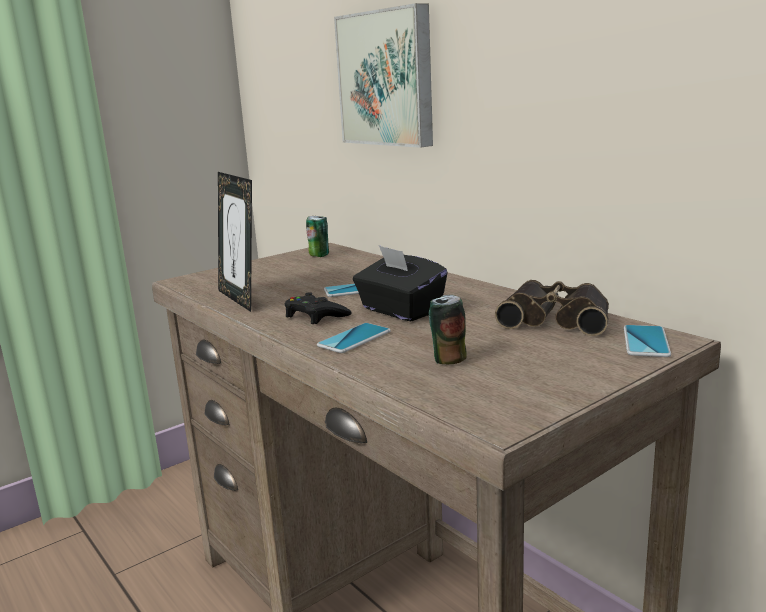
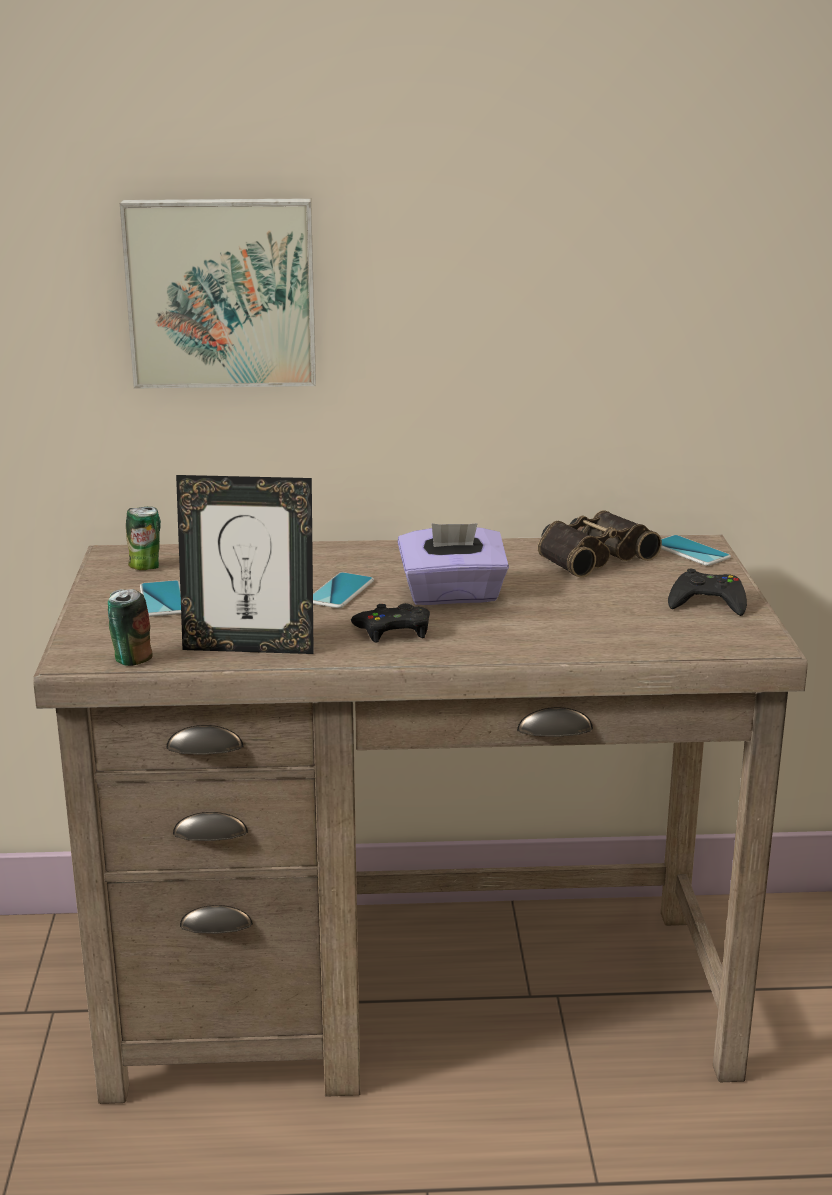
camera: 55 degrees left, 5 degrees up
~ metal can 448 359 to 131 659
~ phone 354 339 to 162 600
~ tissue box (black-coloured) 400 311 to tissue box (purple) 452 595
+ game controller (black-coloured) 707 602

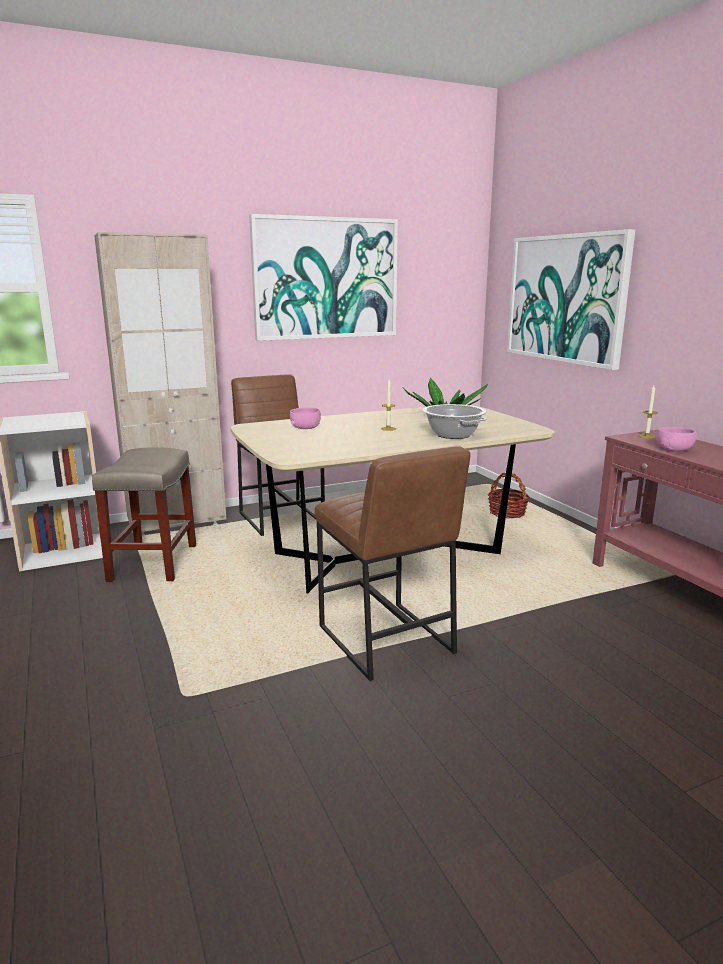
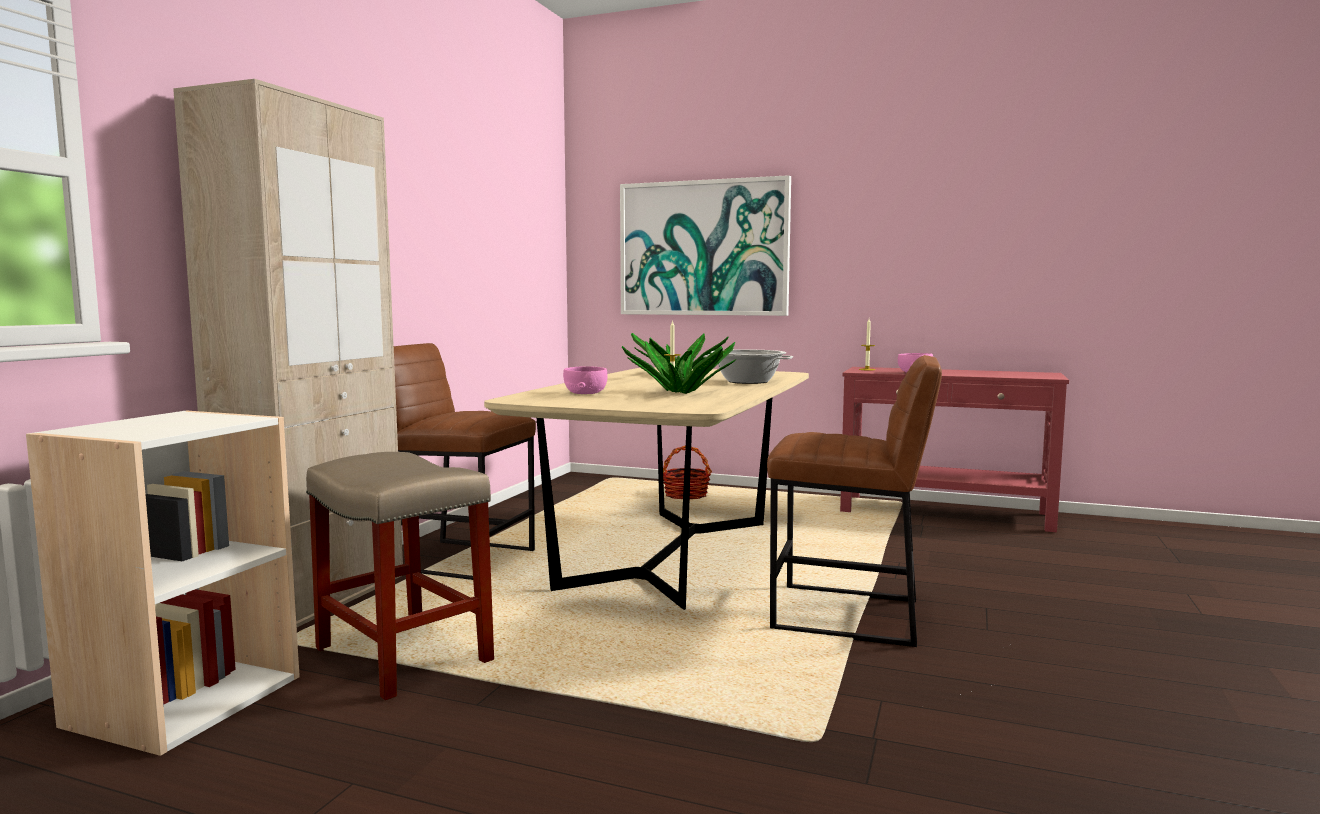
camera: 45 degrees left, 10 degrees down
+ plant in a pot 681 393
- wall picture 326 278

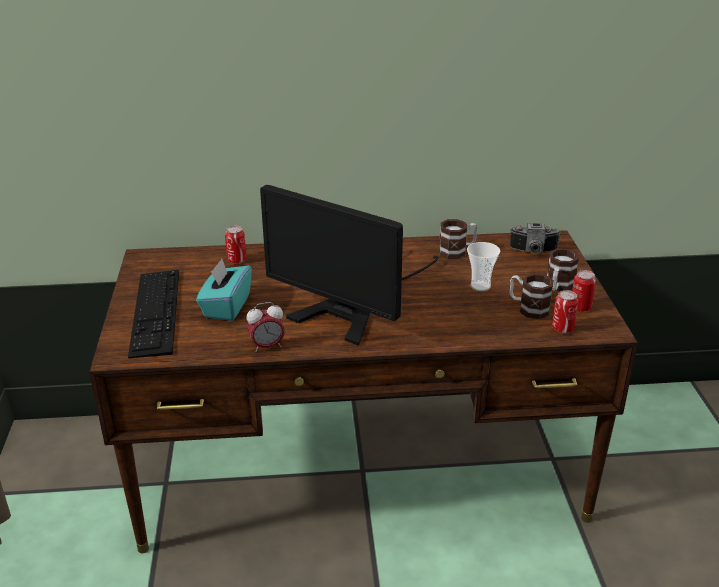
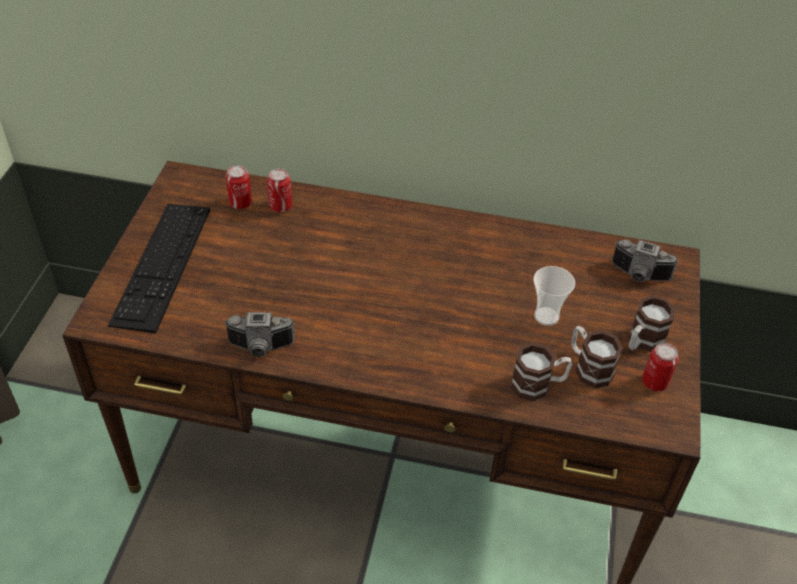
camera: 15 degrees right, 15 degrees up
~ alarm clock 267 346 to still camera 260 348
~ metal can 562 328 to 240 203
~ coffee mug 457 251 to 538 385
- tissue box (blue-green) 226 307
- computer display 352 307

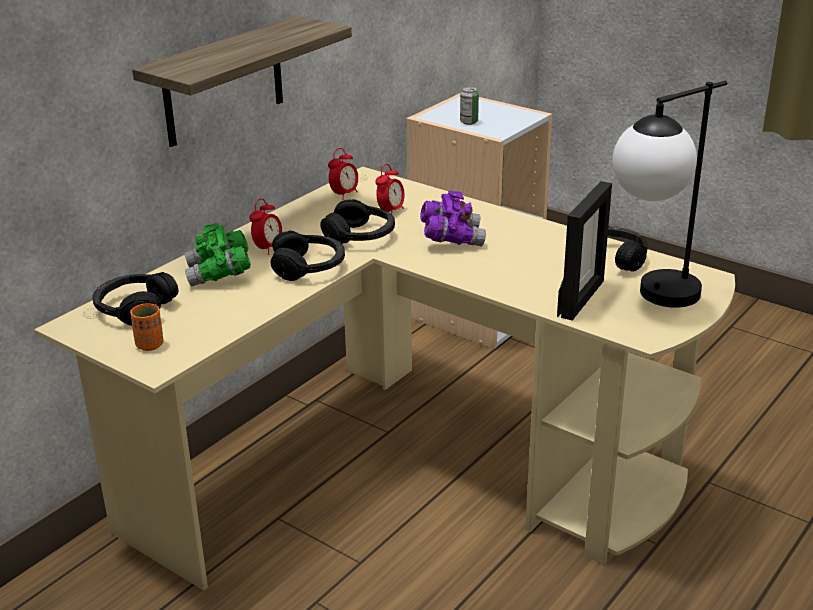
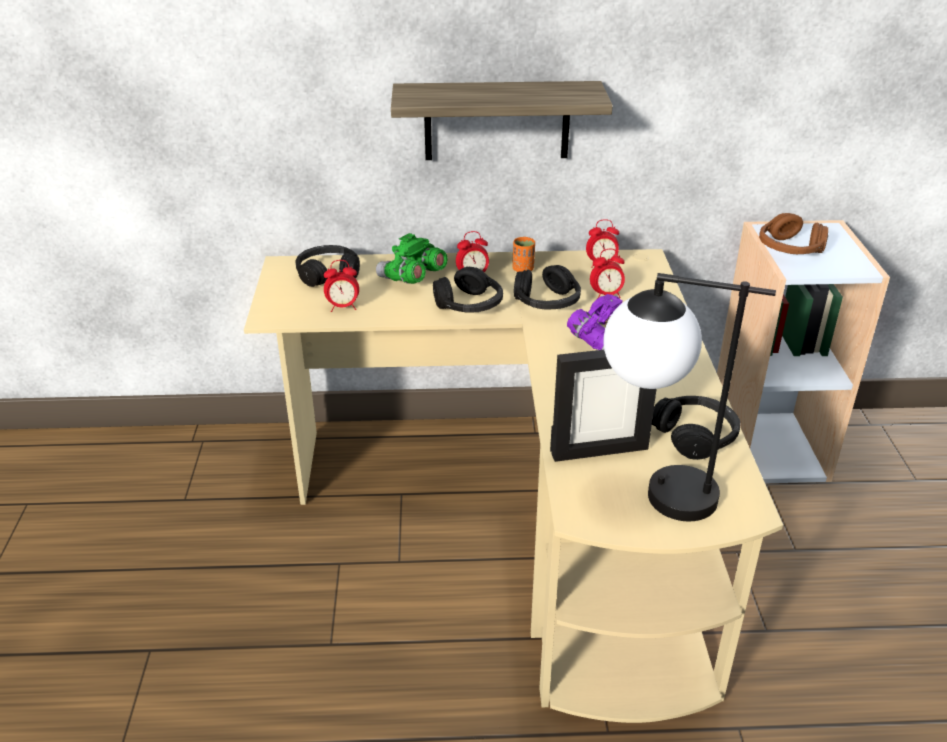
camera: 50 degrees right, 5 degrees up
+ alarm clock 343 307
~ small cup (orangey) 150 345 to 523 269
~ metal can 469 122 to headset (brownish) 789 249

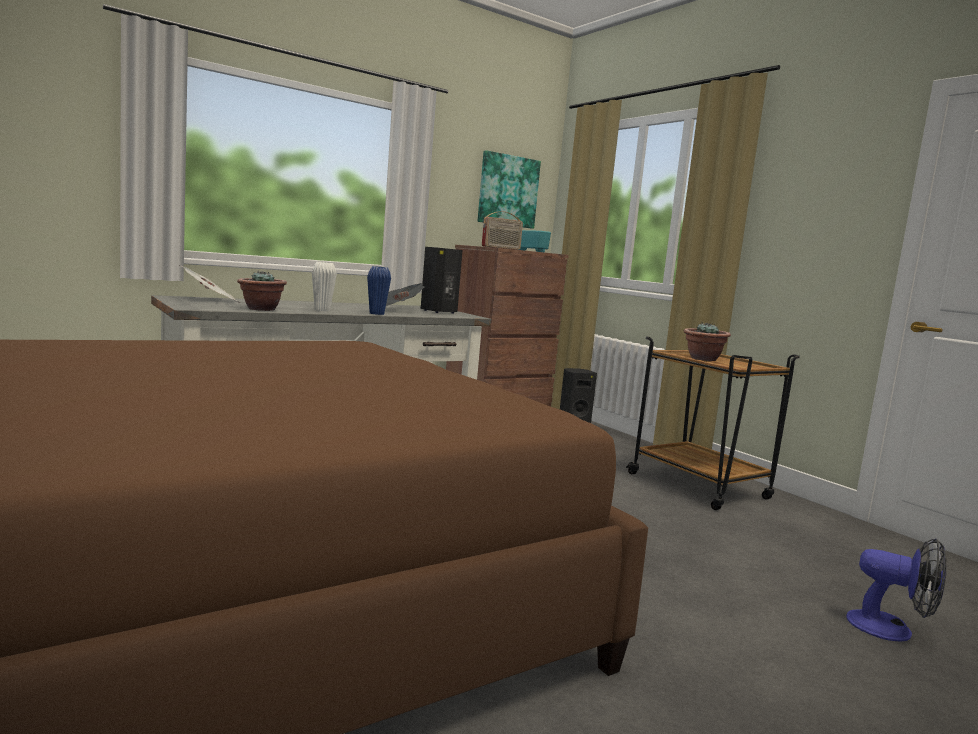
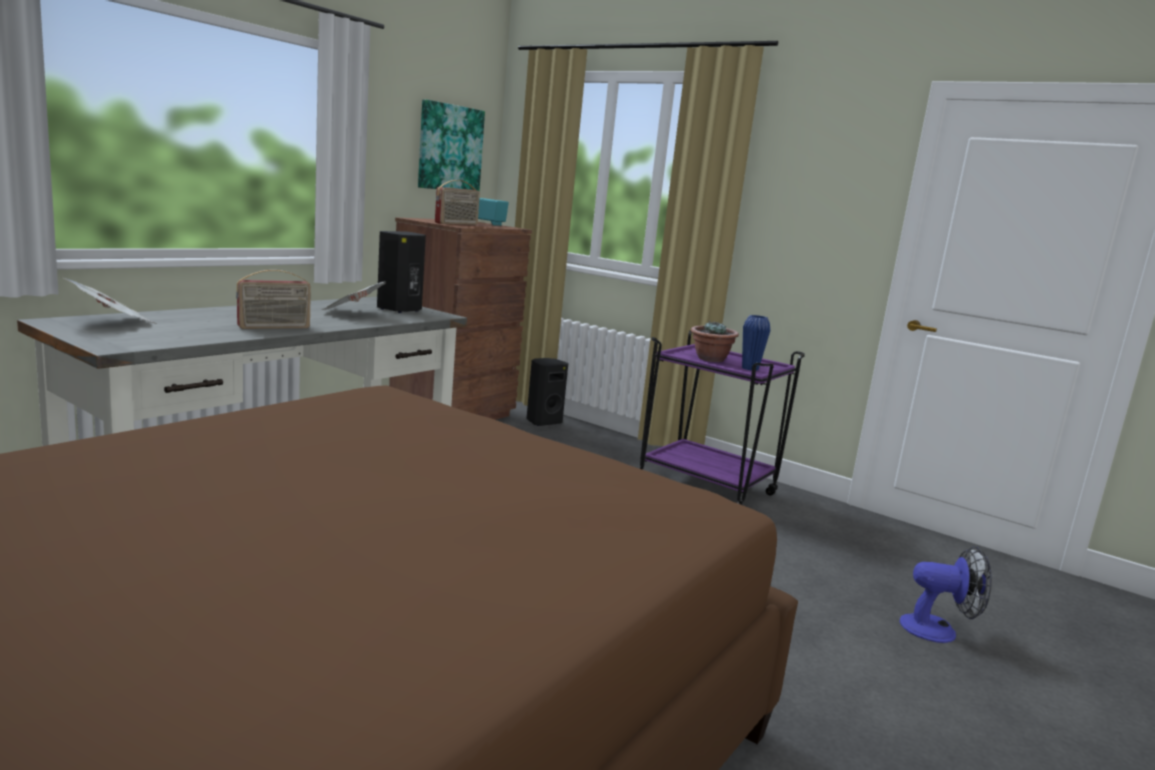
camera: 20 degrees left, 5 degrees up
~ decorative vase (white) 322 310 to radio 274 327
~ cart (brownish) 699 487 to cart (purple) 706 489
~ decorative vase (blue) 376 313 to 750 368
- plant in a pot 261 309

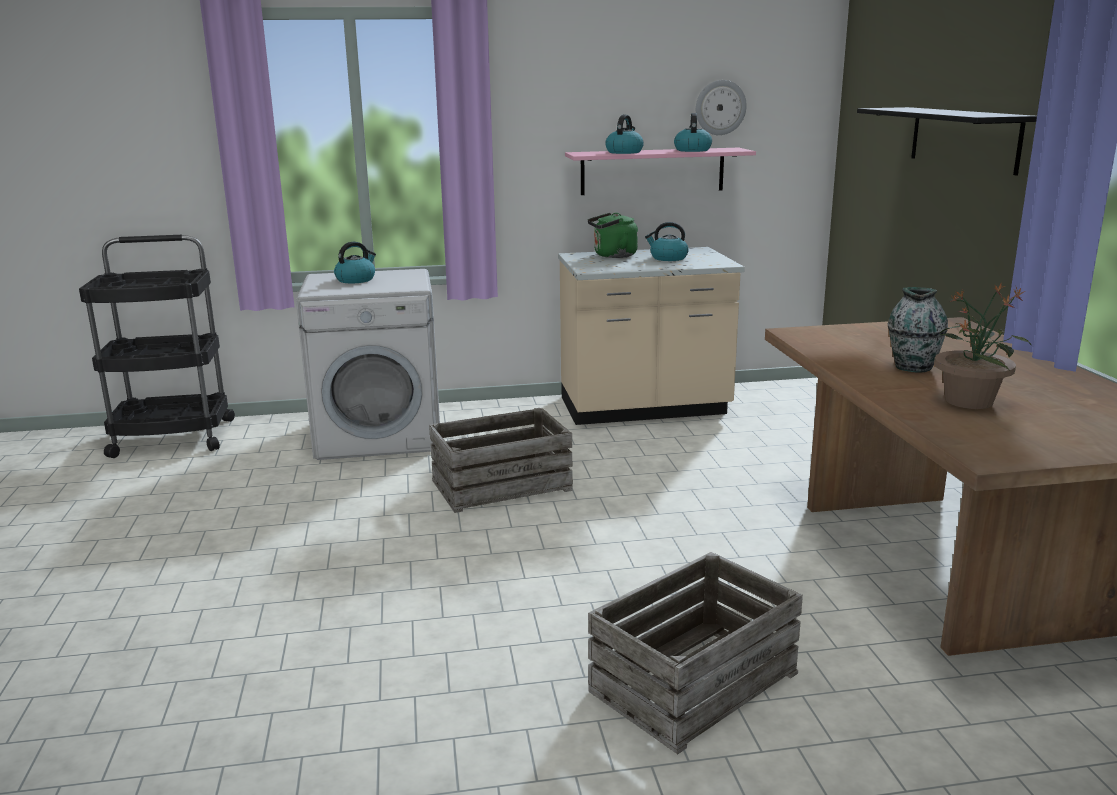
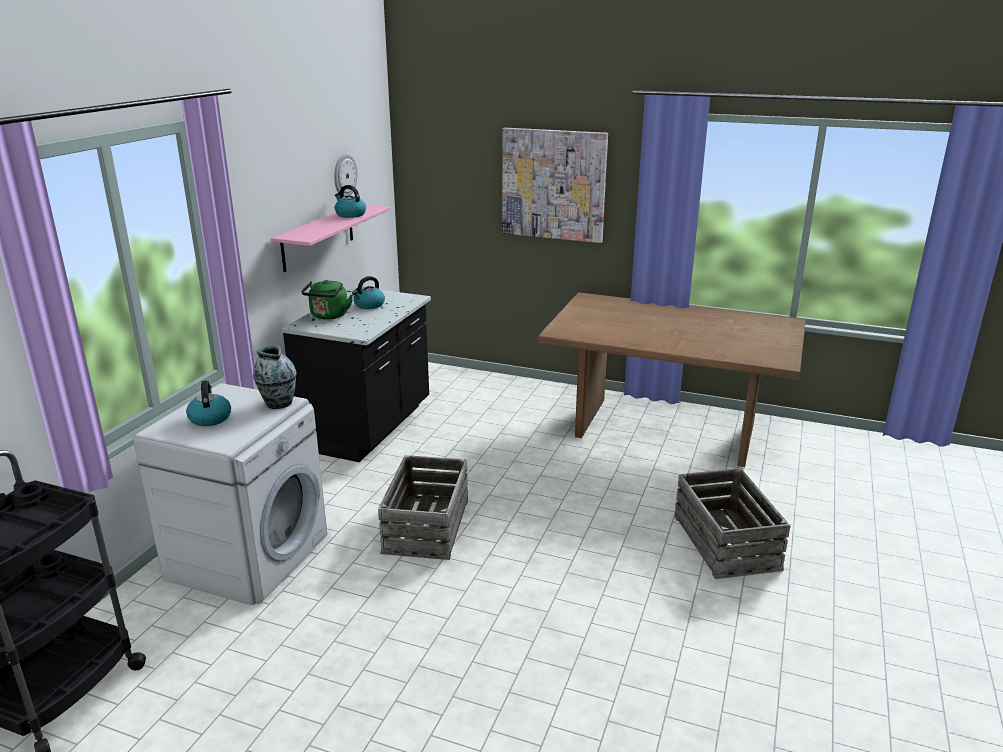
camera: 60 degrees left, 5 degrees up
~ decorative vase 913 367 to 278 403
~ counter (beige) 644 409 to counter (black-coloured) 369 428
~ shelf (black-coloured) 963 138 to wall picture 553 184
- kettle 624 152
- plant in a pot 969 401

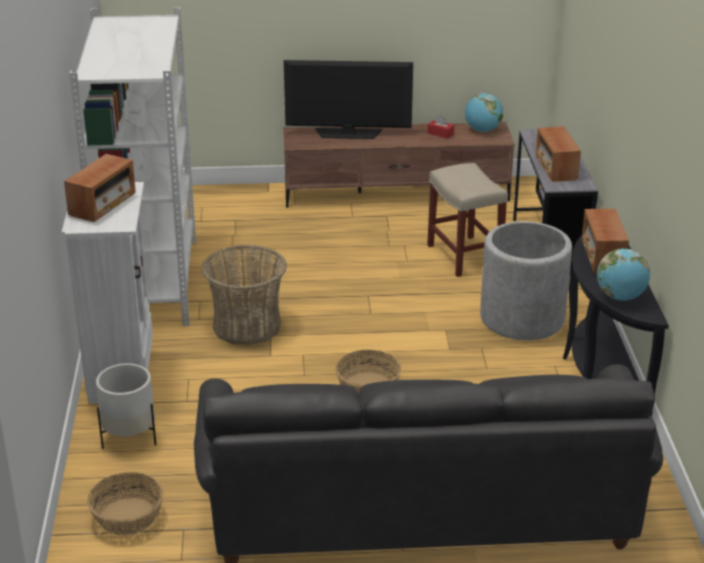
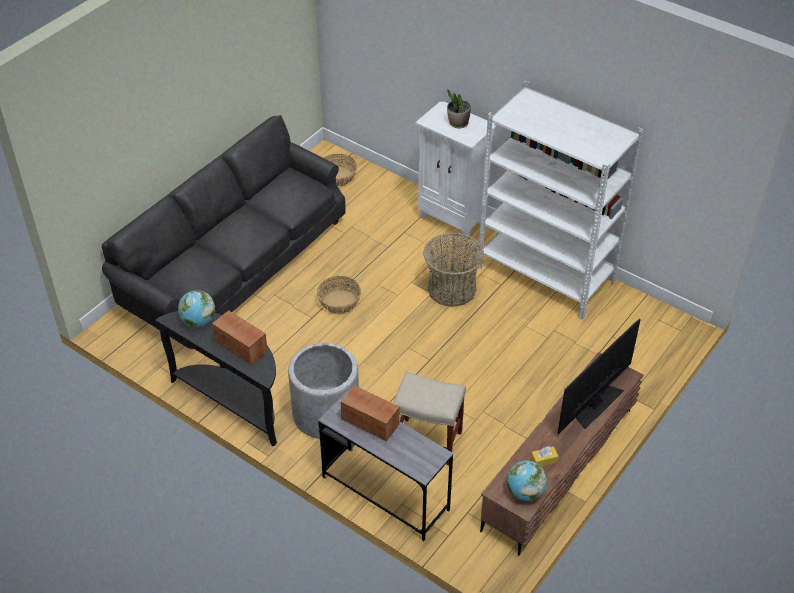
camera: 130 degrees right, 15 degrees up
~ radio 102 205 to plant in a pot 458 123
~ tissue box (red-coloured) 440 133 to tissue box (yellow-coloured) 544 460
- planter (white) 129 437

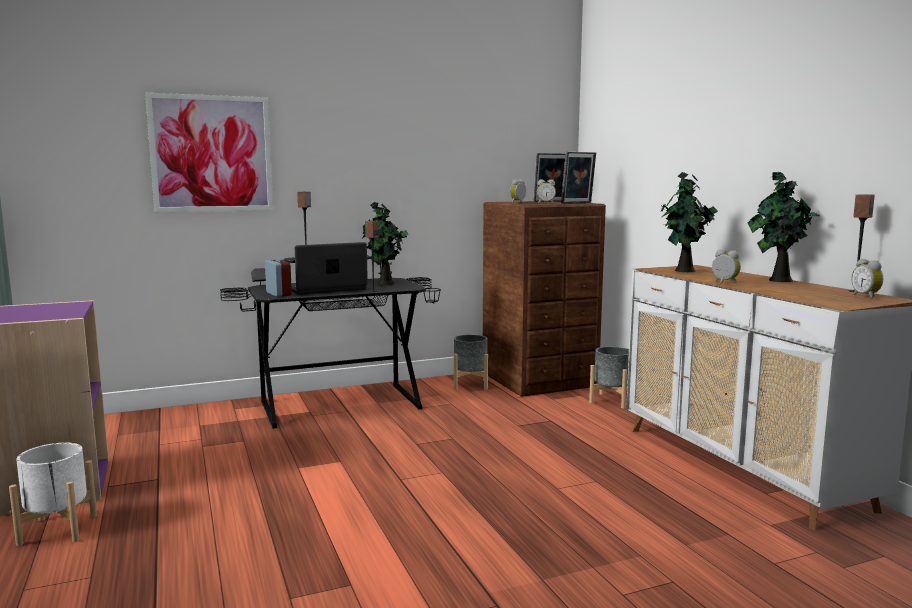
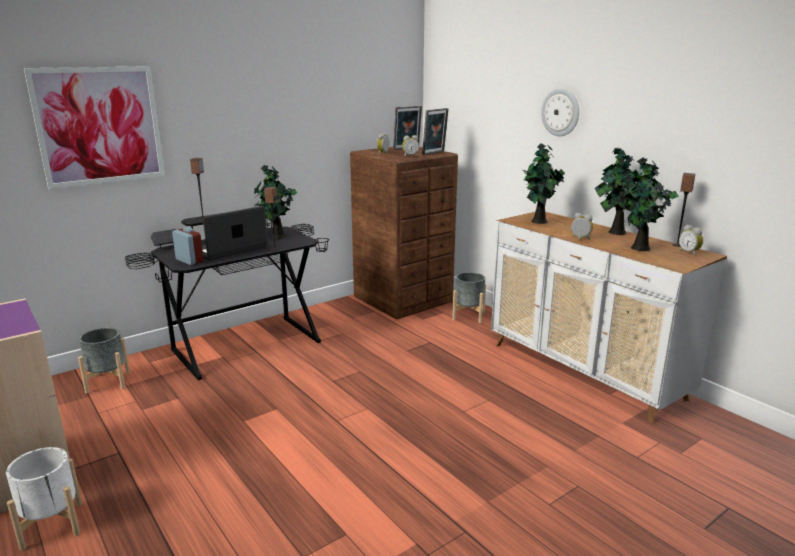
camera: 15 degrees left, 10 degrees up
~ planter (gray) 470 384 to 108 382
+ wall clock 560 112
+ plant in a pot 639 248

